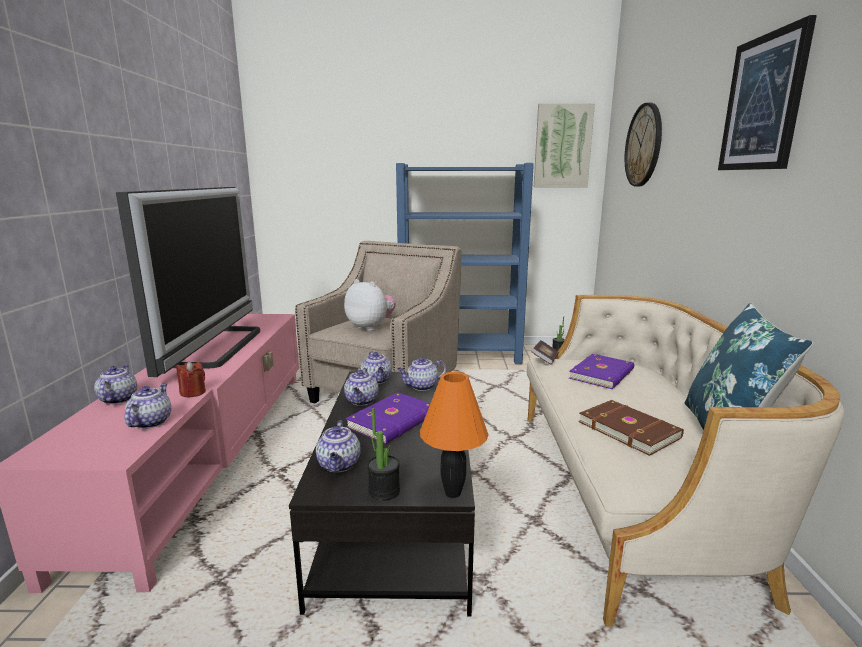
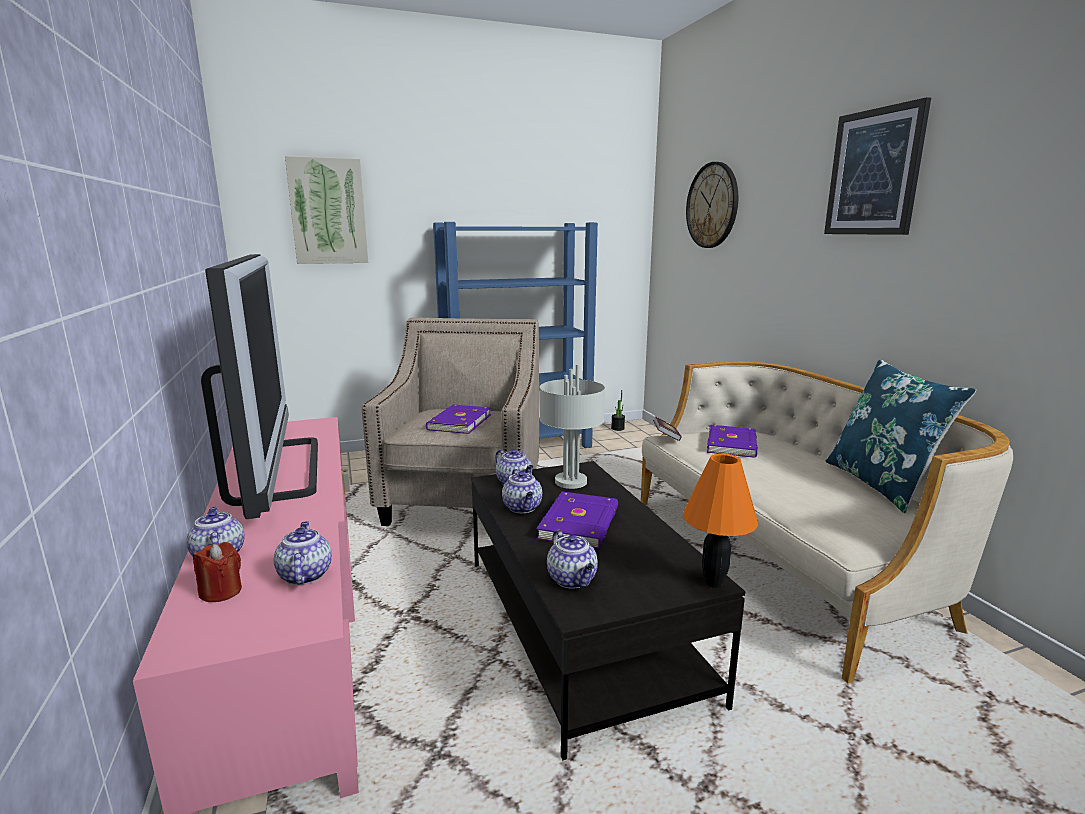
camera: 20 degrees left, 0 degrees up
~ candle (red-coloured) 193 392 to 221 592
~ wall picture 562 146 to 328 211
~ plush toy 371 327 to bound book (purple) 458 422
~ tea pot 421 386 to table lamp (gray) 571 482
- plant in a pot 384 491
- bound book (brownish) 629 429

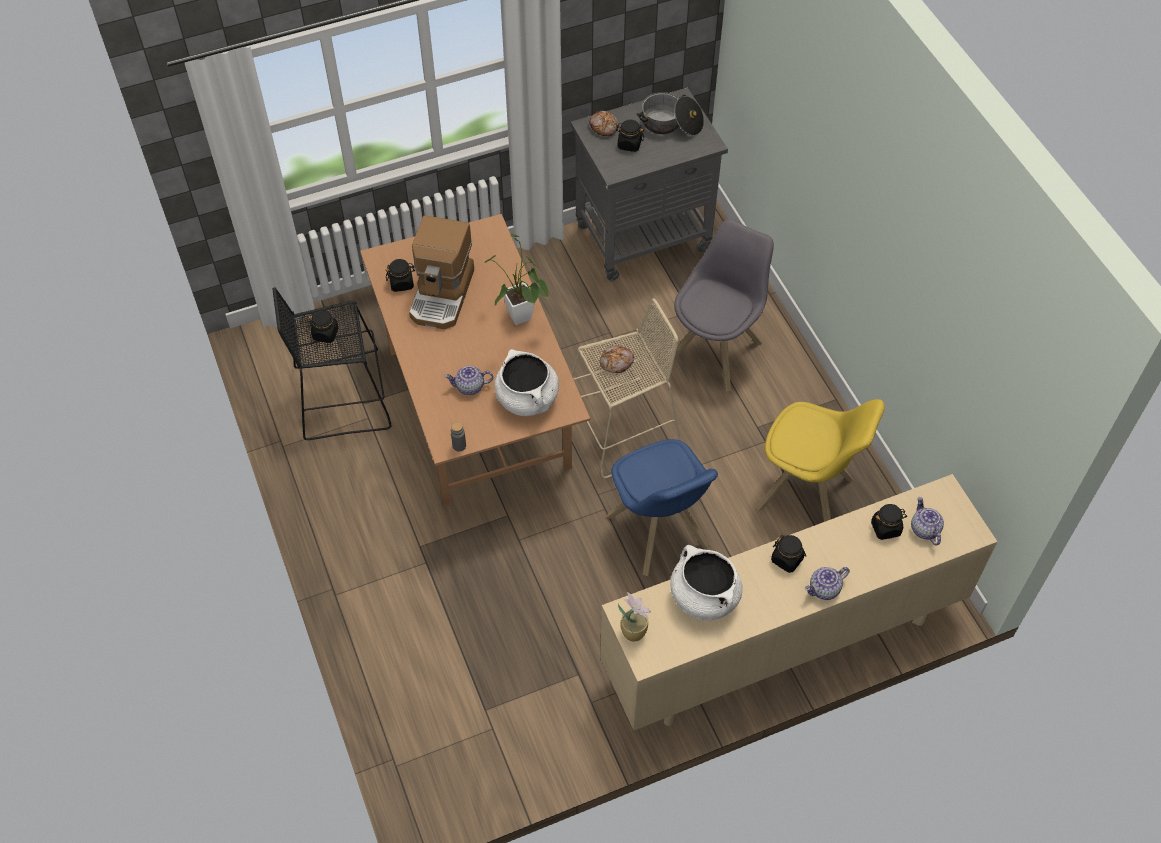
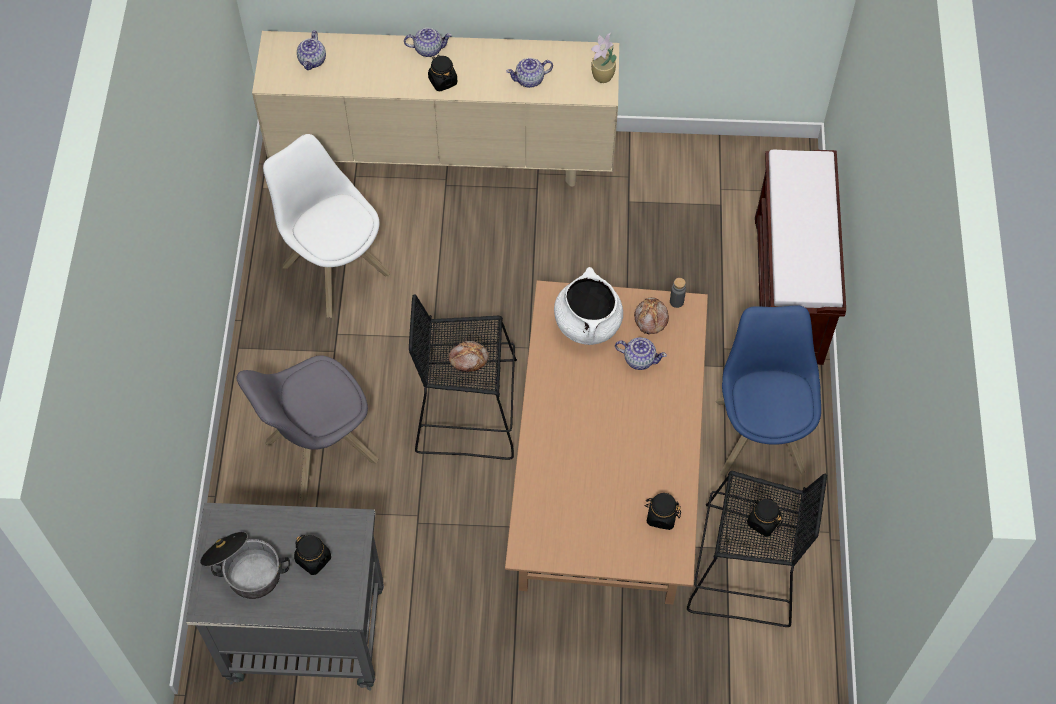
camera: 155 degrees left, 5 degrees up
~ plain chair (yellow-coloured) 805 493 to plain chair (white) 334 270
~ stool (beige) 620 427 to stool (black-coloured) 468 407
~ stockpot (white) 703 597 to tea pot 530 80
~ baked bread 604 126 to 650 319
~ plain chair (blue) 658 531 to 758 435
+ indoor bench (brownish) 789 290
- coffee maker 443 295
- plant in a pot 521 321
- storage jar (black-coloured) 886 528

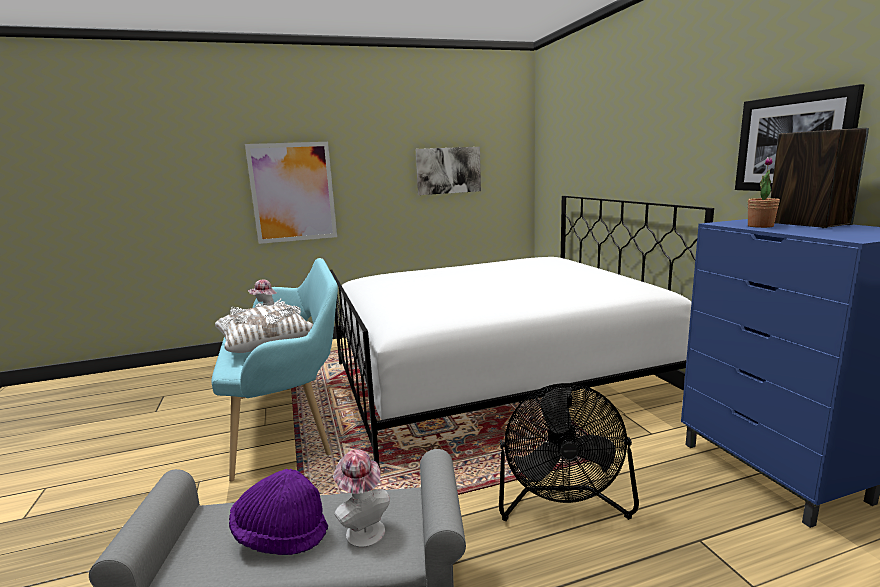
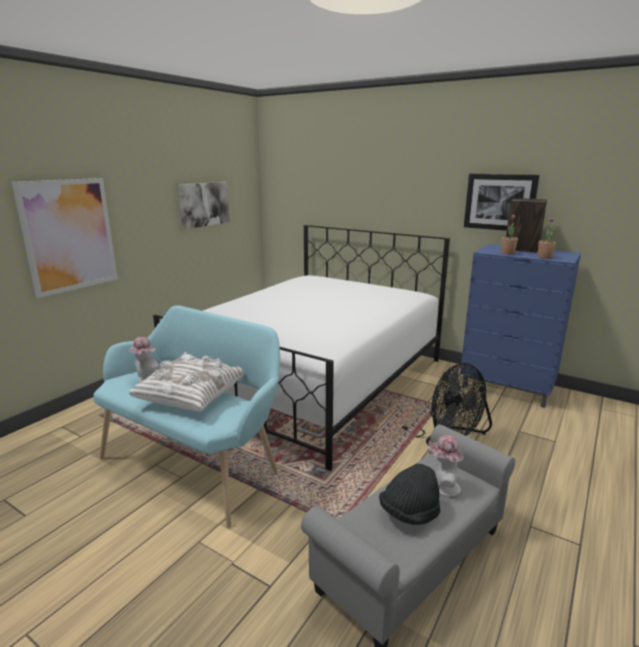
camera: 40 degrees left, 5 degrees up
~ clothing hat (purple) 281 535 to clothing hat (black-coloured) 409 513
+ plant in a pot 544 257

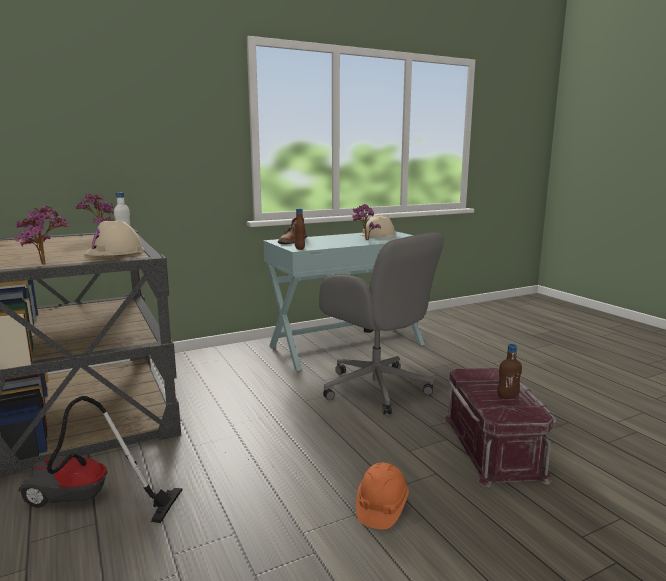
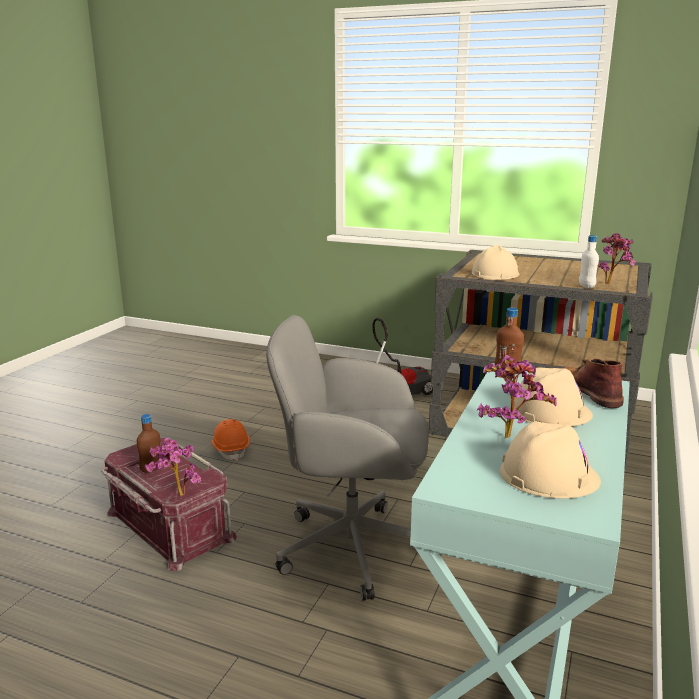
camera: 140 degrees right, 5 degrees up
~ plant in a pot 47 264 to 176 496
+ safety helmet (beige) 550 411

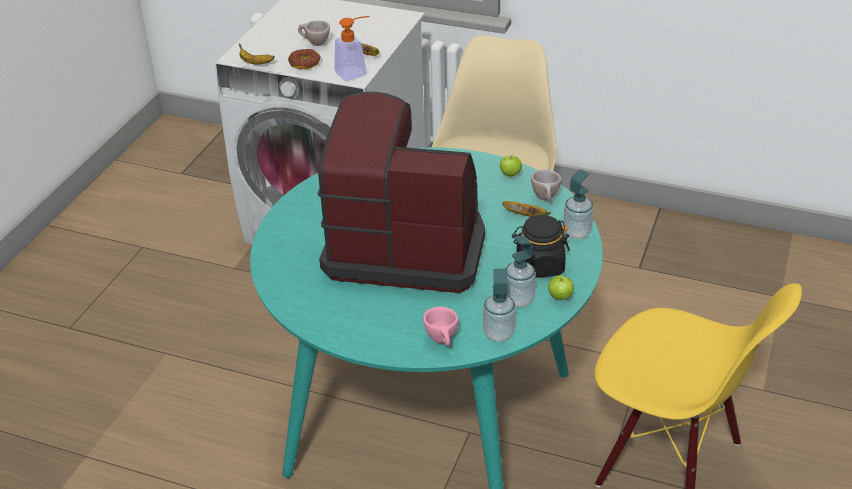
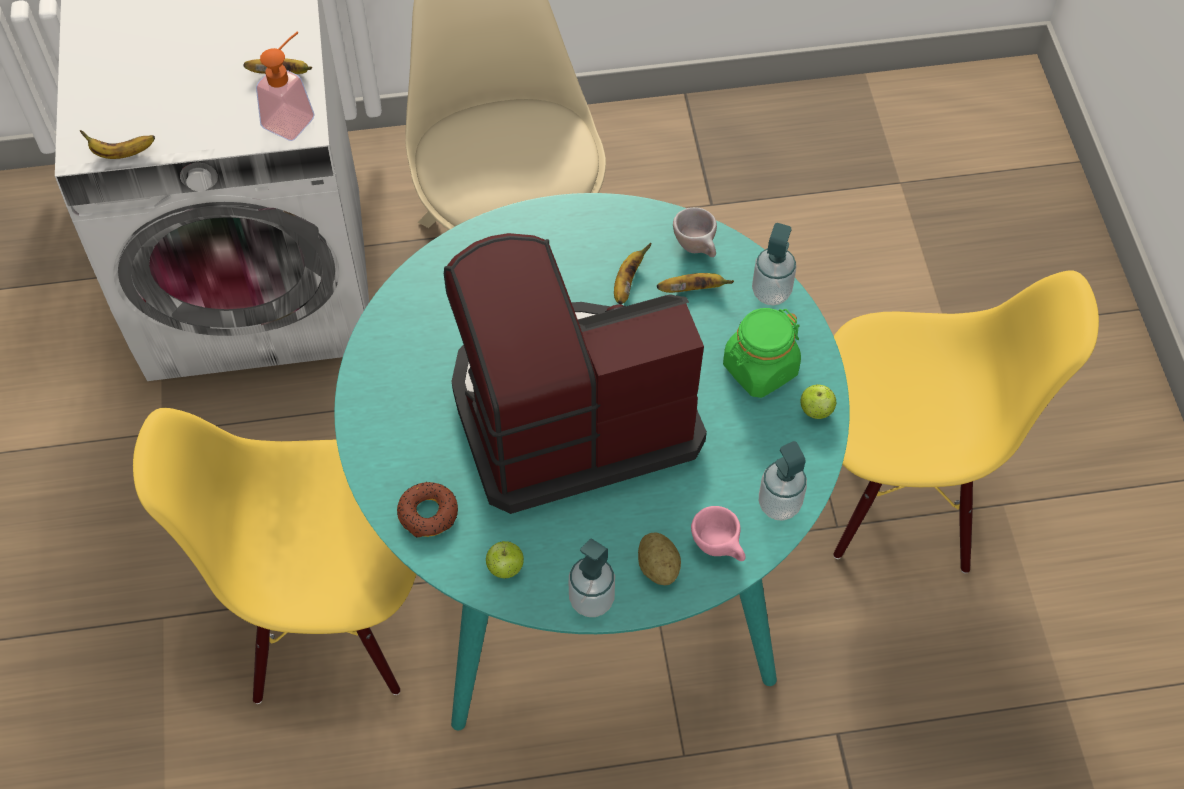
camera: 30 degrees left, 20 degrees up
+ plain chair (yellow-coloured) 332 617
~ ring doughnut 304 63 to 428 513
~ apple 510 175 to 505 568
~ liquid soap bottle 519 299 to 591 600
+ banana 627 283
+ whole potato 658 567
~ storage jar (black-coloured) 539 266 to storage jar (greenish) 759 369
- small cup (beige) 314 43

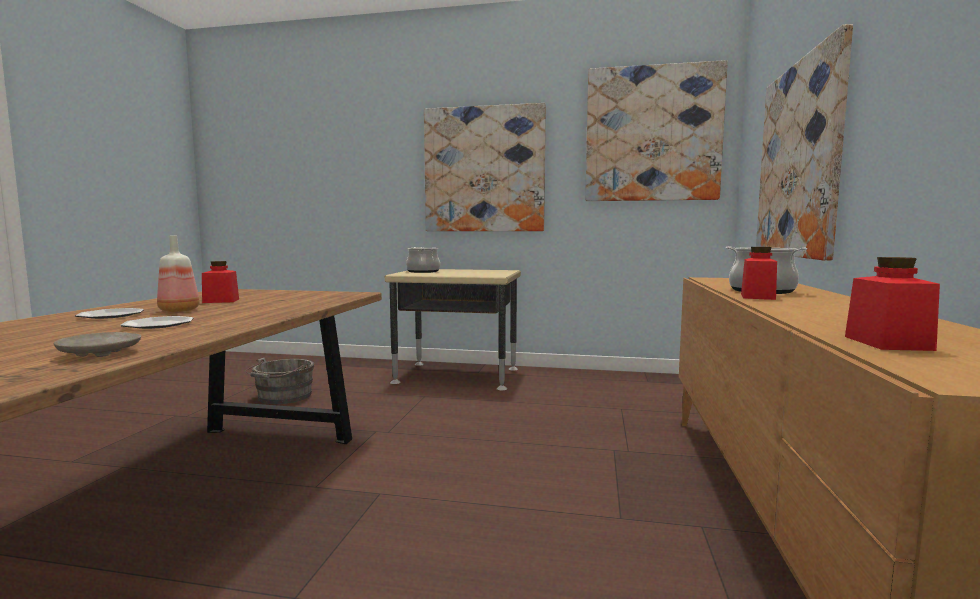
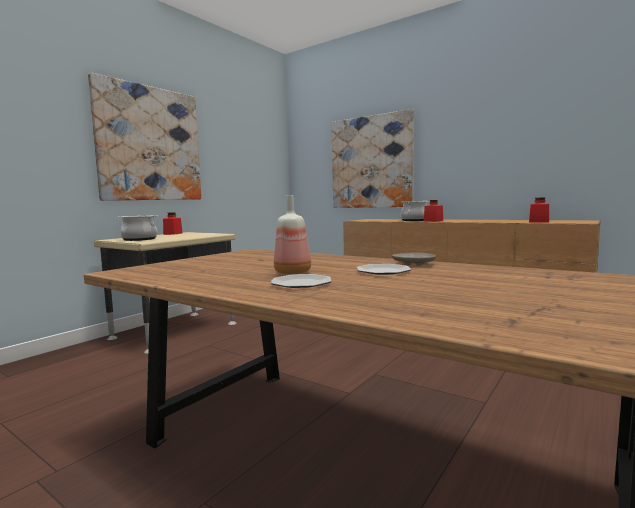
camera: 65 degrees left, 0 degrees up
~ storage jar (red-coloured) 221 301 to 173 233
~ flat dish (beige) 101 353 to 413 264
- bucket (gray) 282 397
- wall picture 652 134

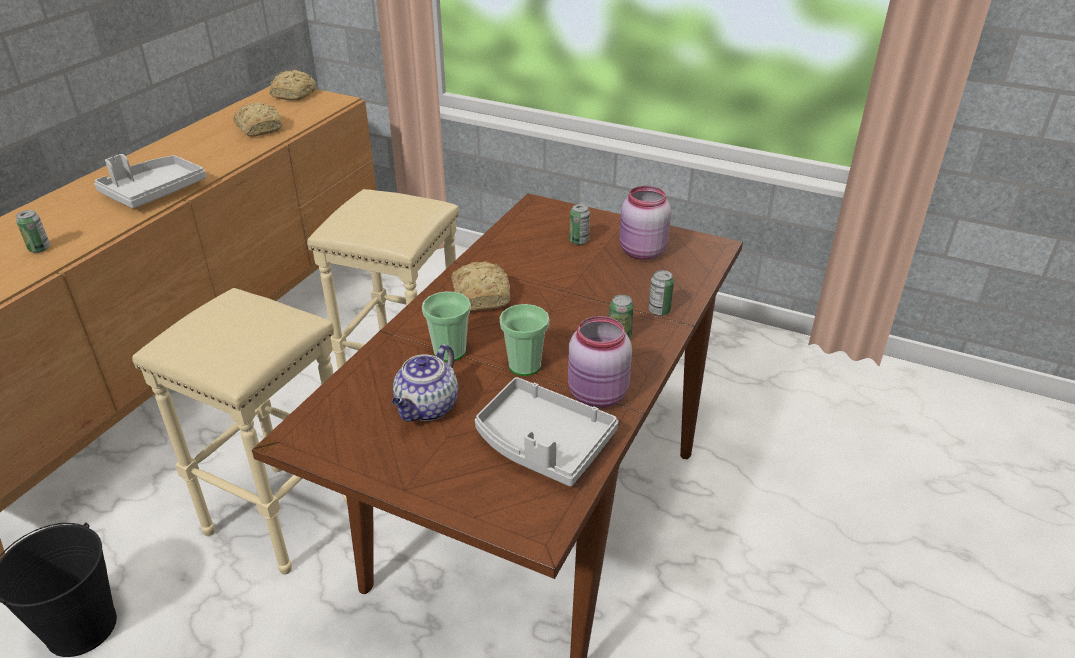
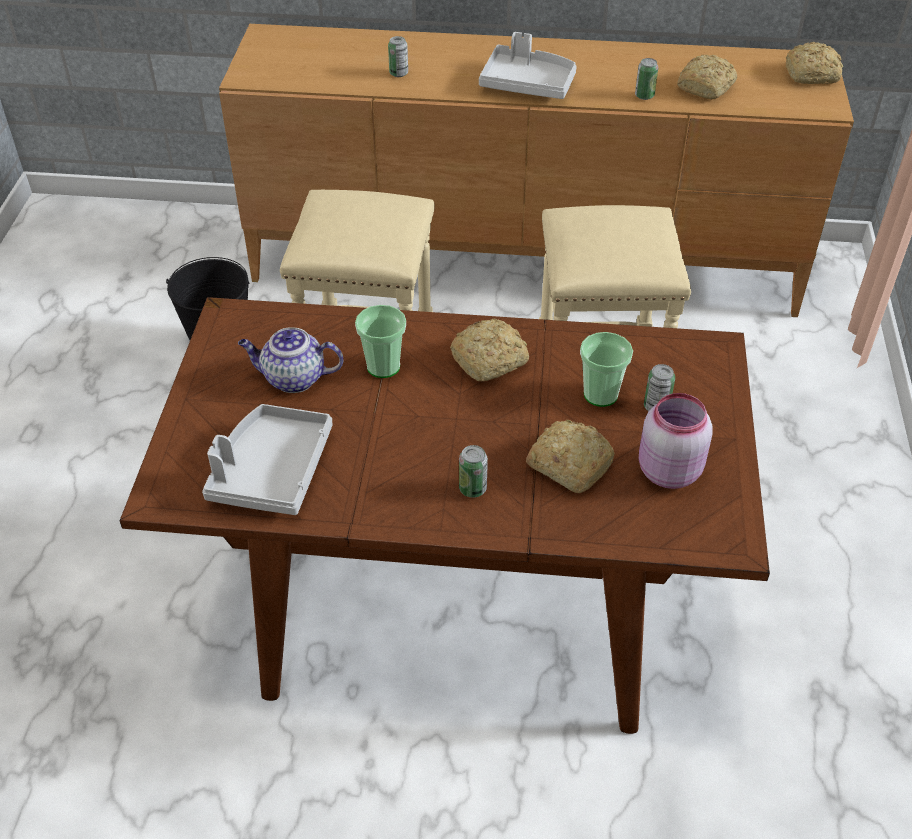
camera: 70 degrees right, 10 degrees up
+ baked bread 568 464
~ small cup 524 365 to 600 394
~ metal can 659 311 to 644 96
- storage jar (pink) 598 396

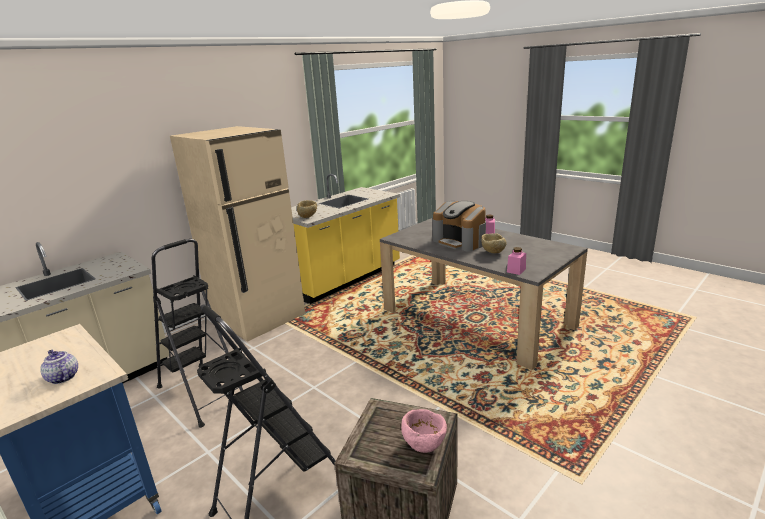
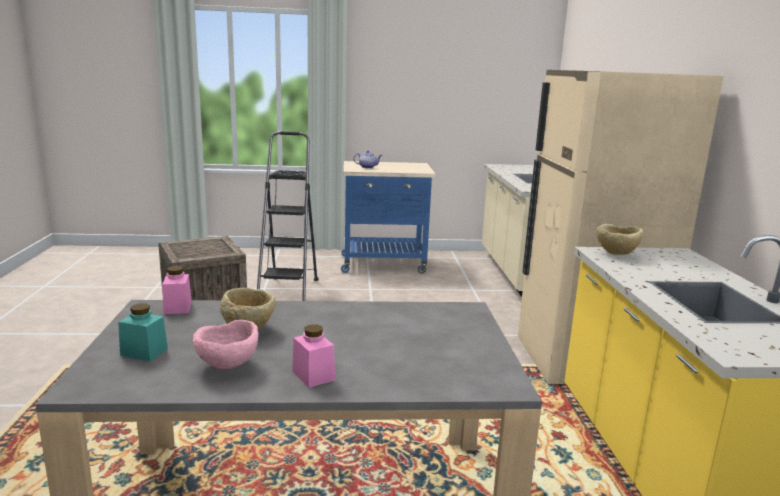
camera: 130 degrees right, 5 degrees down
+ storage jar (blue-green) 144 352
~ bowl (pink) 424 444 to 228 367
- step stool 202 393
- coffee maker 460 241

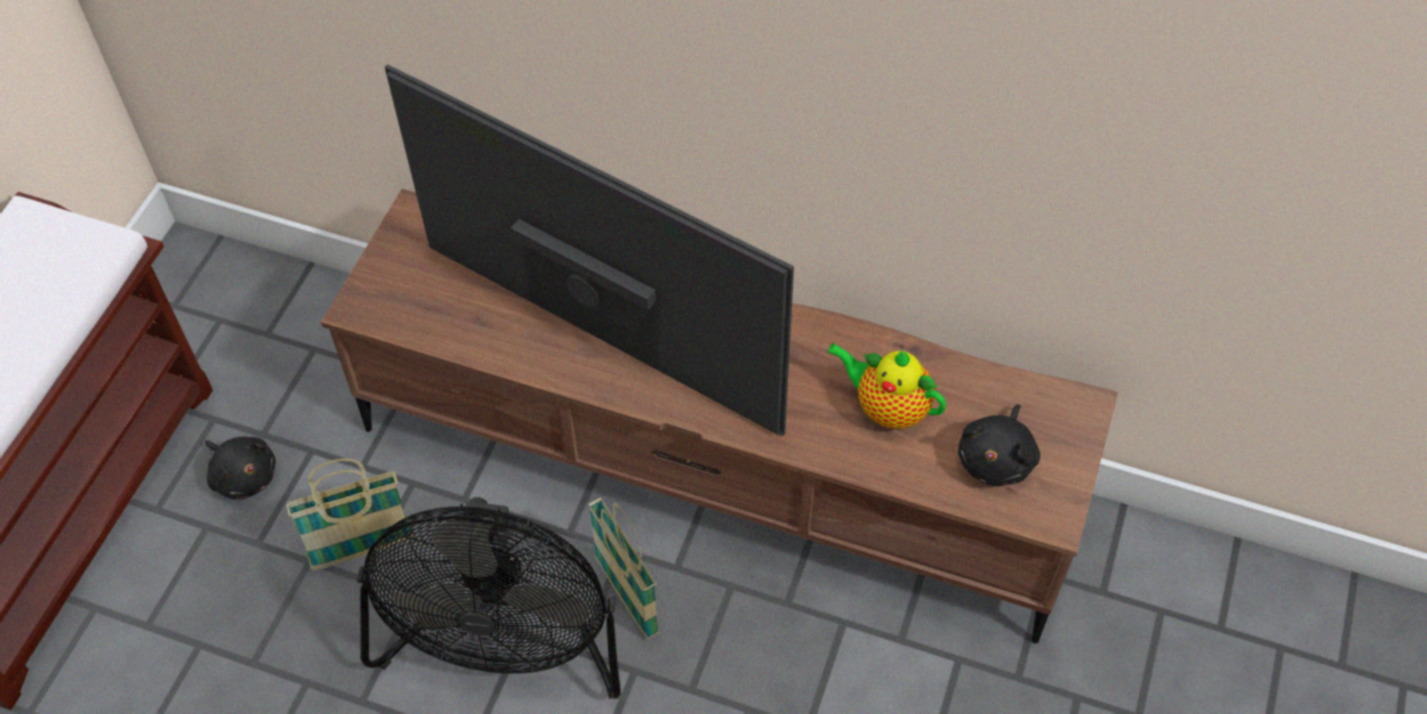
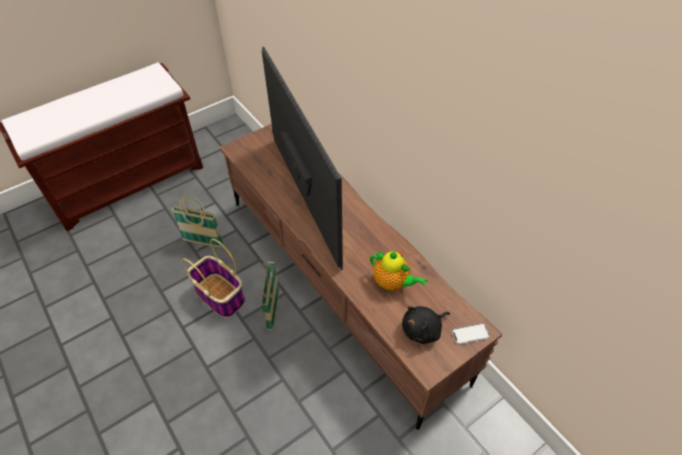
camera: 35 degrees right, 5 degrees down
~ electric fan (black-coloured) 498 633 to household basket 221 296
~ tea pot 887 408 = 393 283 150 degrees clockwise
+ phone 470 334
- plush toy (black-coloured) 244 475

